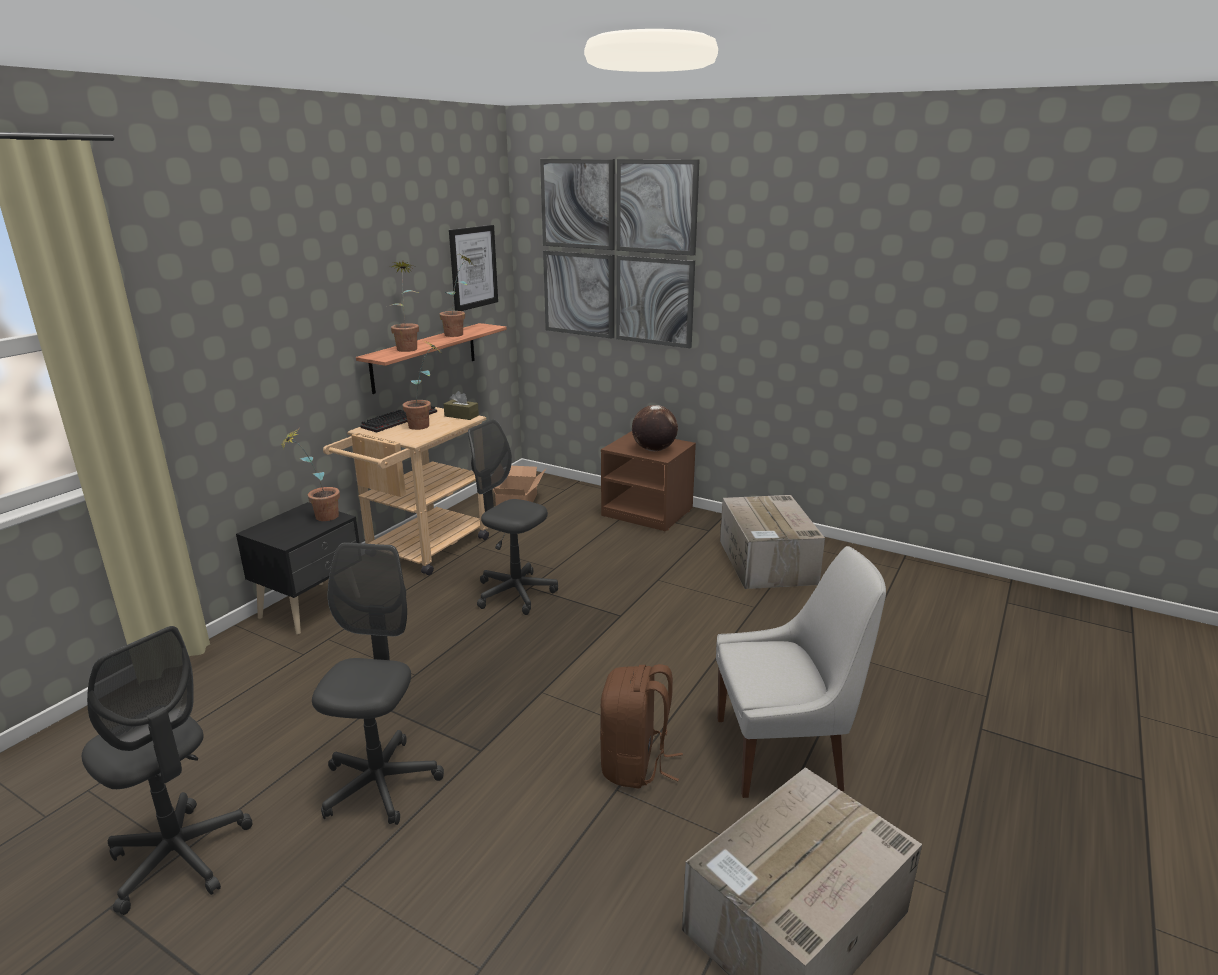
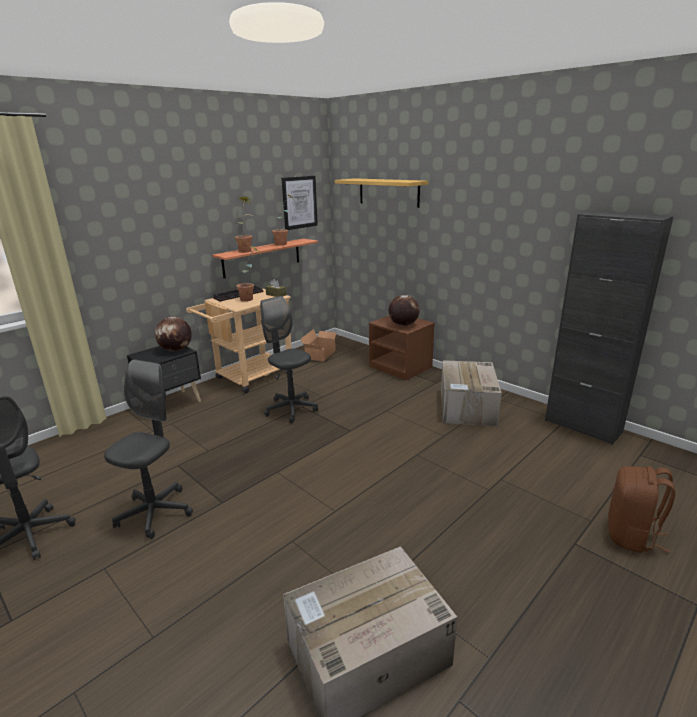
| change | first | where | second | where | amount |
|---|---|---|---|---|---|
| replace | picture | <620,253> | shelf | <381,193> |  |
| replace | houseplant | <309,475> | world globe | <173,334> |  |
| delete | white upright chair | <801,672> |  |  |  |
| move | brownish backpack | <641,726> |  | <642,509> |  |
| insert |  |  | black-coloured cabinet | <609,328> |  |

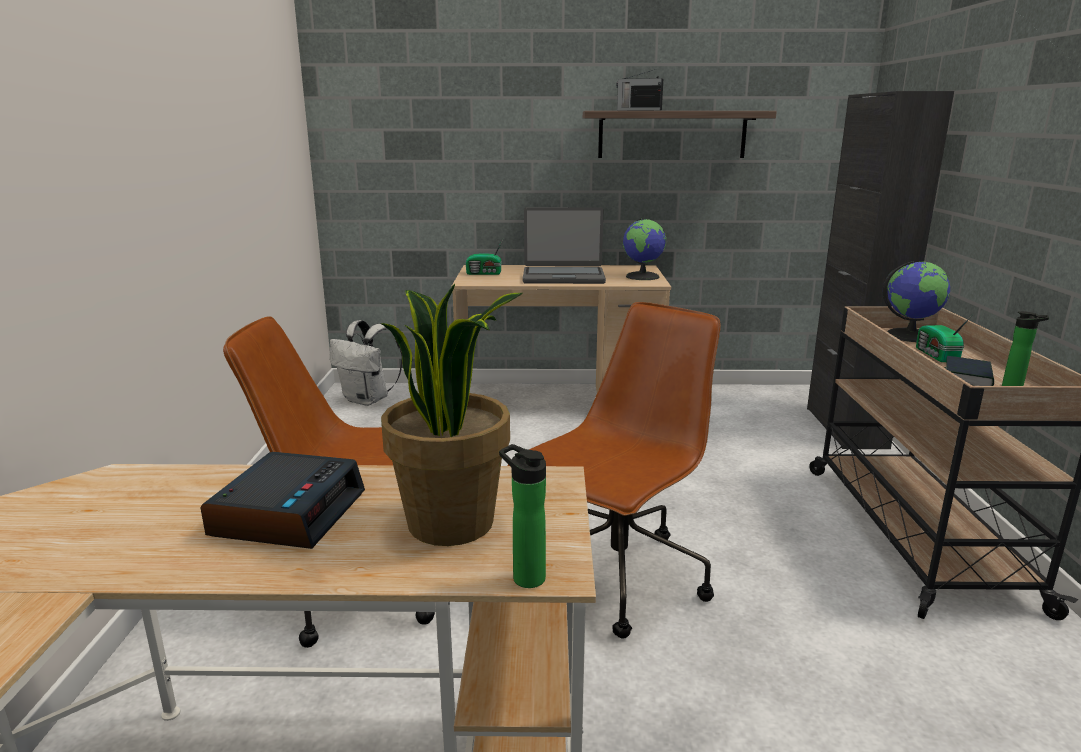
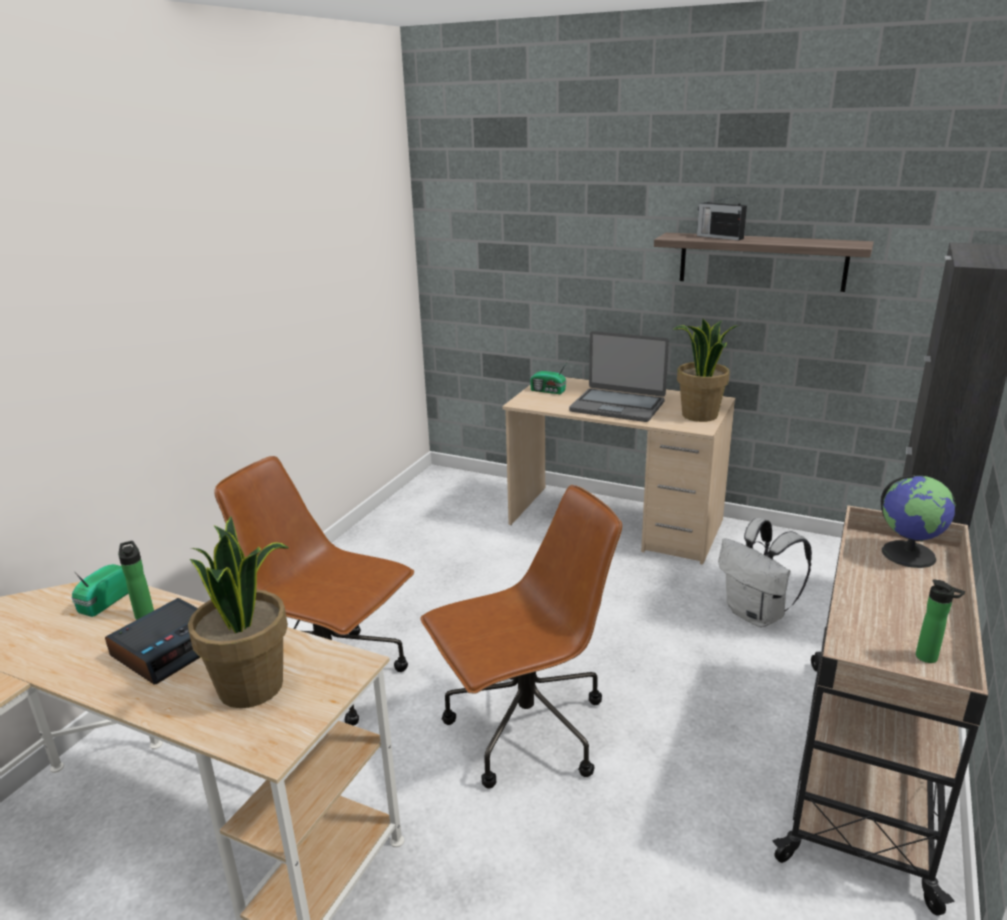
| change | first | where | second | where | amount |
|---|---|---|---|---|---|
| replace | world globe | <644,249> | houseplant | <706,370> |  |
| move | radio receiver | <944,338> |  | <99,590> |  |
| move | white backpack | <366,363> |  | <765,572> |  |
| delete | volume | <969,371> |  |  |  |
| move | drink bottle | <522,516> |  | <136,580> |  |

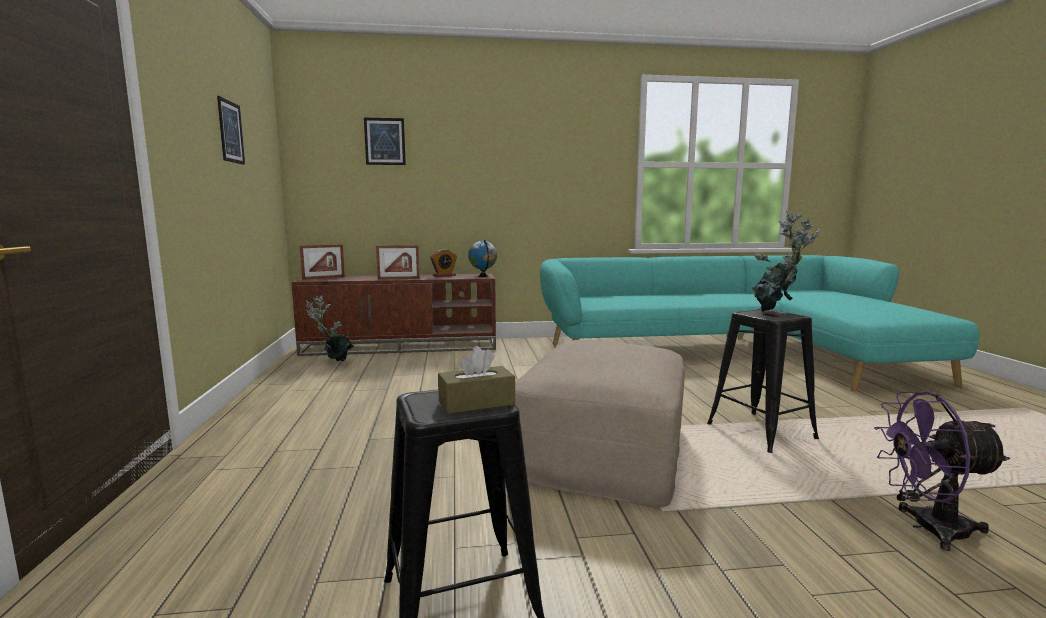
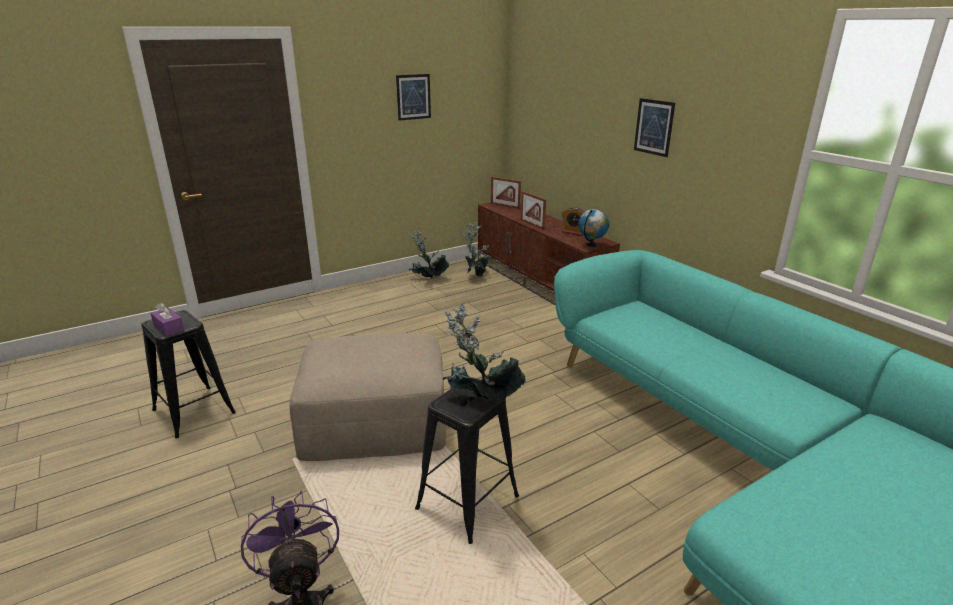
| change | first | where | second | where | amount |
|---|---|---|---|---|---|
| move | picture | <385,141> |  | <654,127> |  |
| recolor | brownish tissue holder | <476,380> | purple-coloured tissue holder | <167,319> |  |
| insert |  |  | houseplant | <429,253> |  |

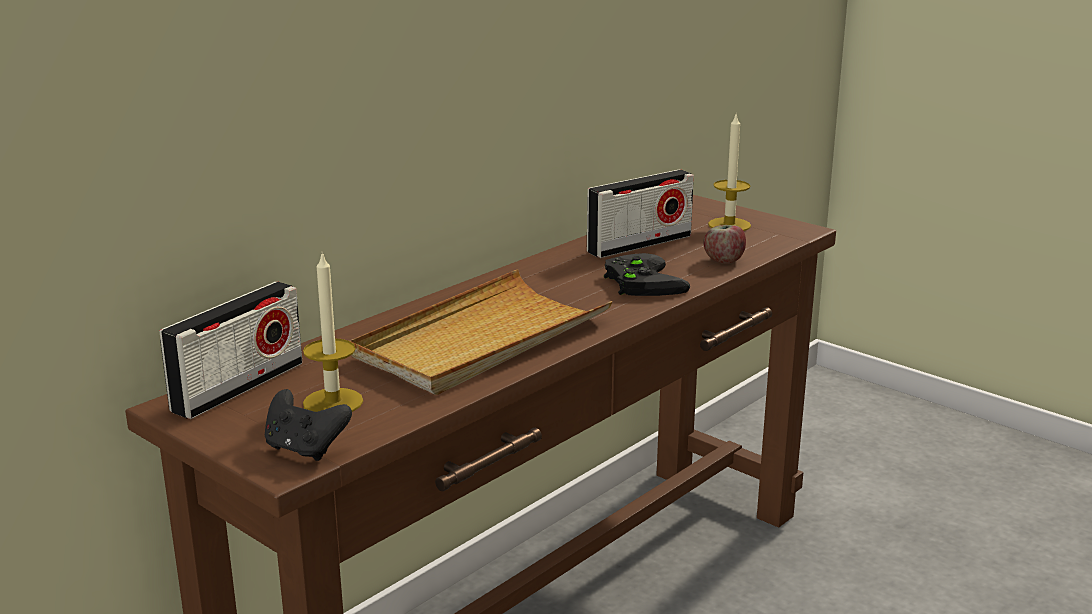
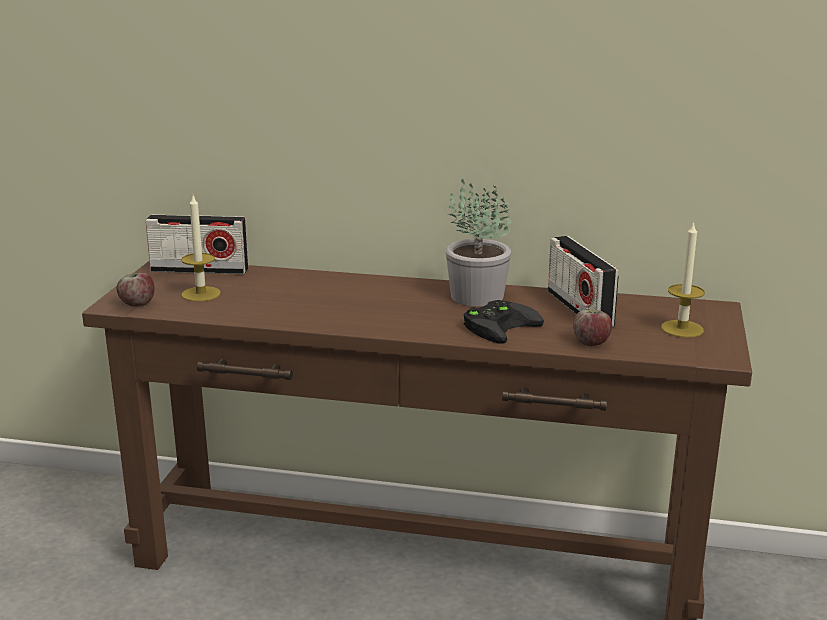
| change | first | where | second | where | amount |
|---|---|---|---|---|---|
| rotate | radio receiver | <640,213> |  | <583,281> | 45 degrees clockwise |
| delete | beige-coloured serving tray | <481,332> |  |  |  |
| replace | black-coloured gamepad | <308,425> | apple | <135,290> |  |
| insert |  |  | houseplant | <478,243> |  |

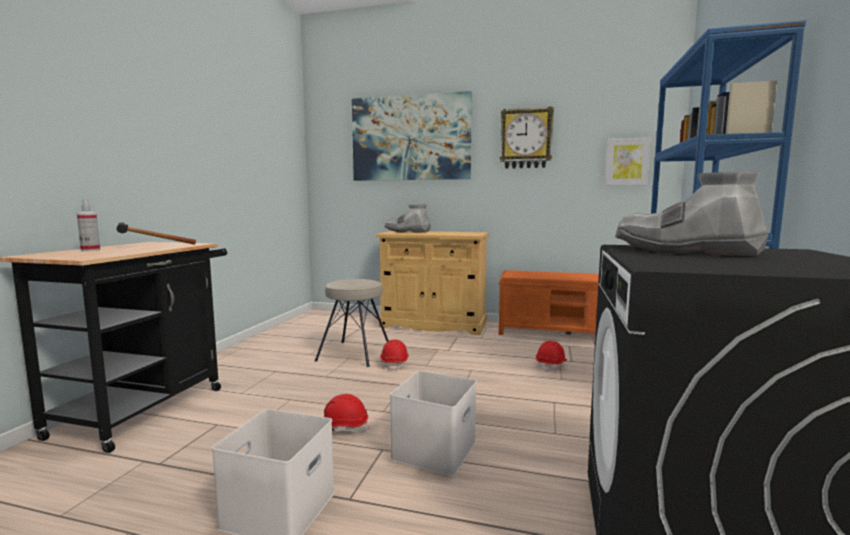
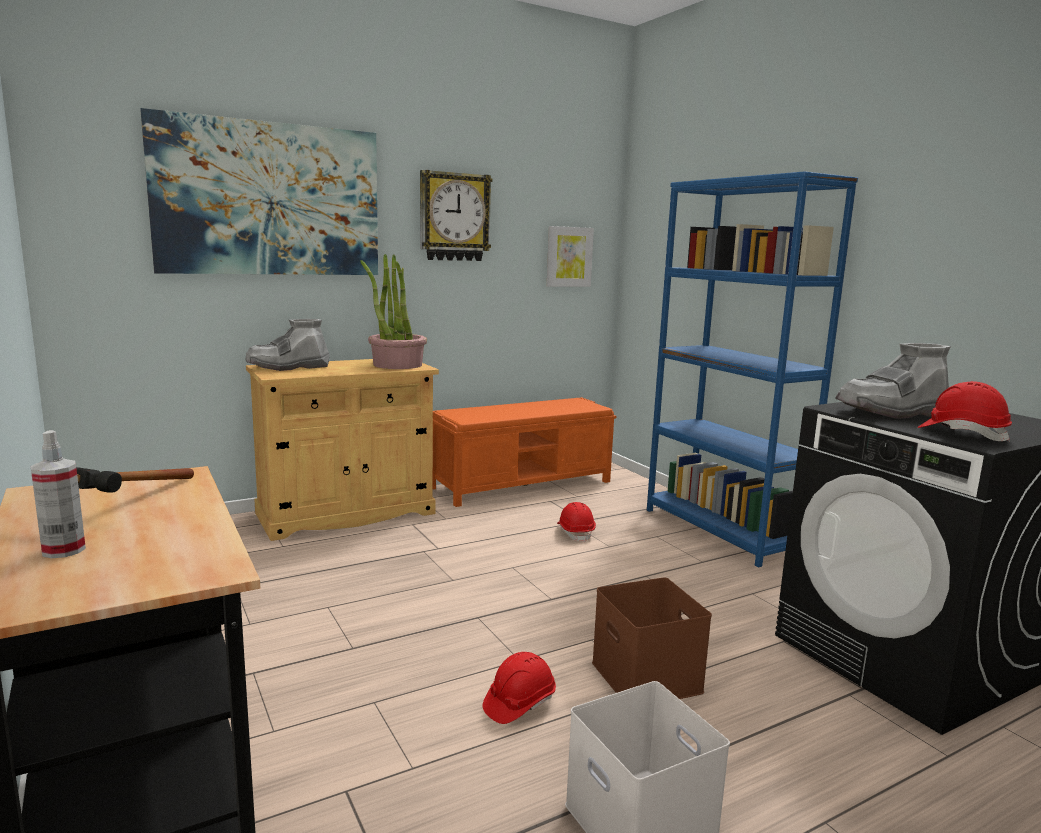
| change | first | where | second | where | amount |
|---|---|---|---|---|---|
| delete | beige-coloured stool seat | <352,323> |  |  |  |
| move | red hard hat | <394,355> |  | <965,411> |  |
| recolor | white storage bin | <433,424> | brownish storage bin | <652,638> |  |
| insert |  |  | houseplant | <393,311> |  |

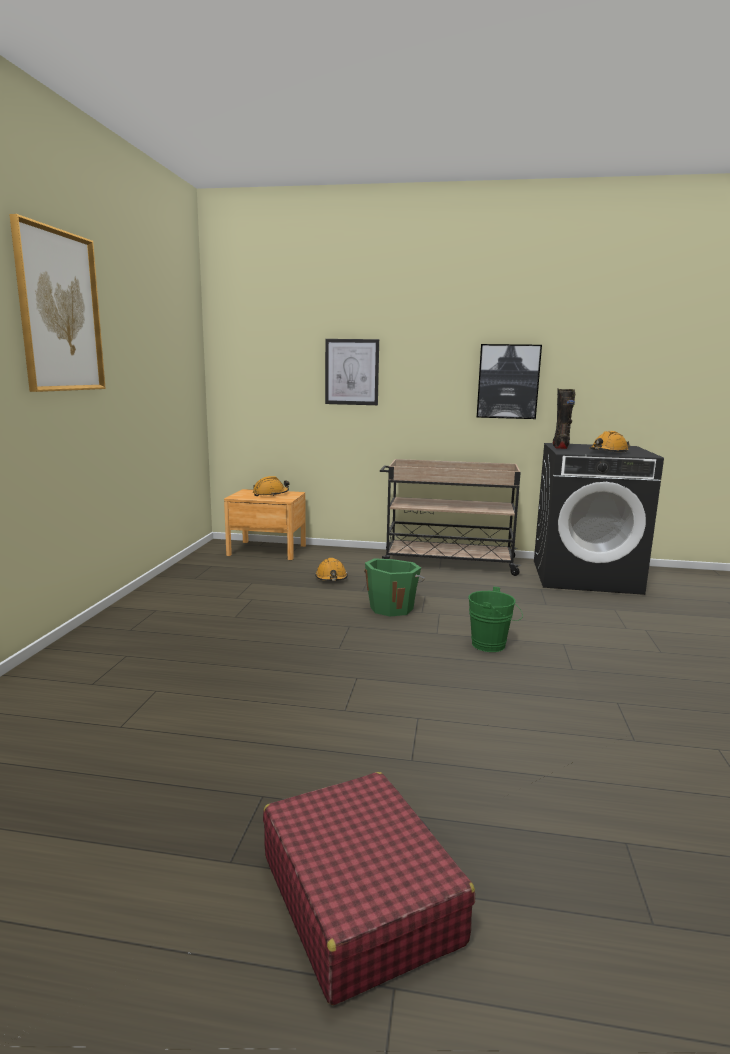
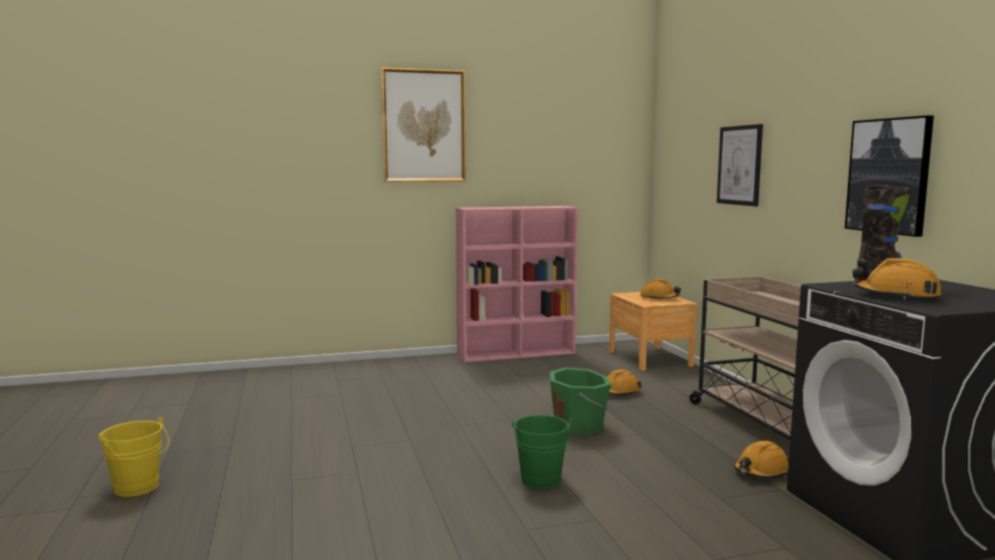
| change | first | where | second | where | amount |
|---|---|---|---|---|---|
| replace | red travel case | <369,888> | yellow-coloured bucket | <133,457> |  |
| insert |  |  | pink bookcase | <517,284> |  |
| insert |  |  | orangey hard hat | <761,459> |  |

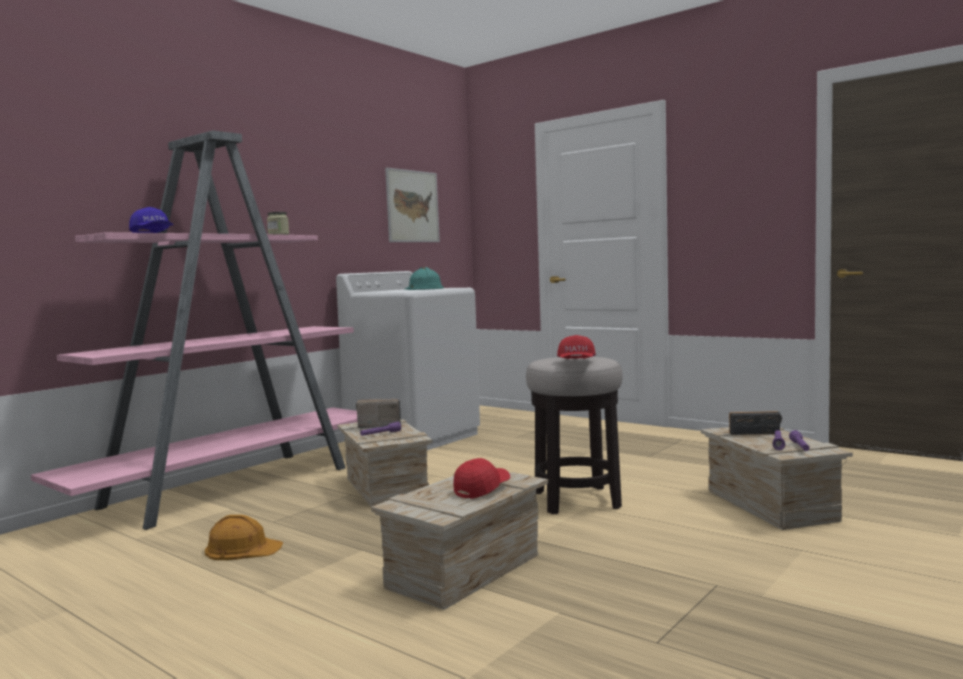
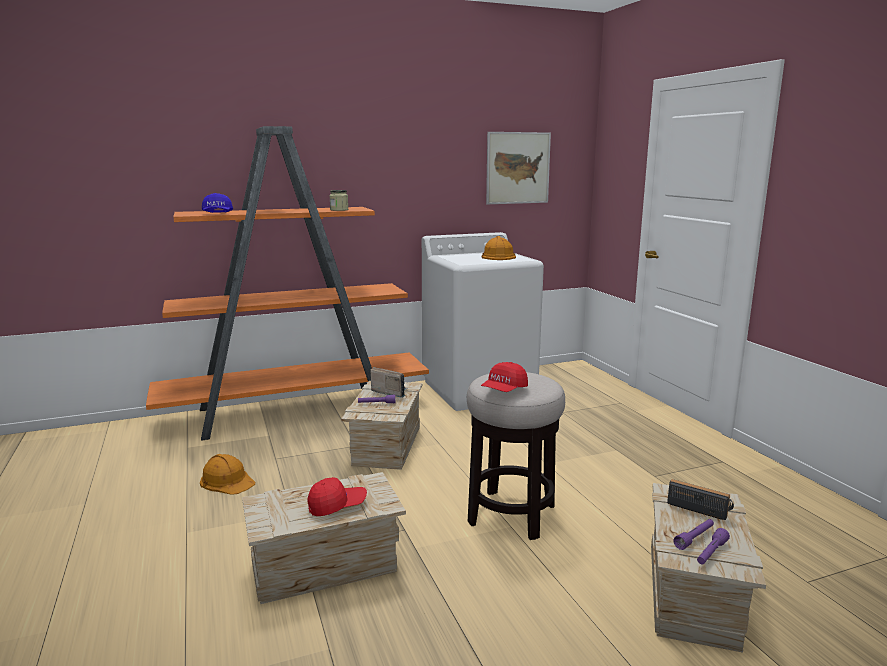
| change | first | where | second | where | amount |
|---|---|---|---|---|---|
| recolor | pink bookcase | <194,330> | orangey bookcase | <287,283> |  |
| recolor | turquoise hard hat | <424,278> | orangey hard hat | <499,248> |  |

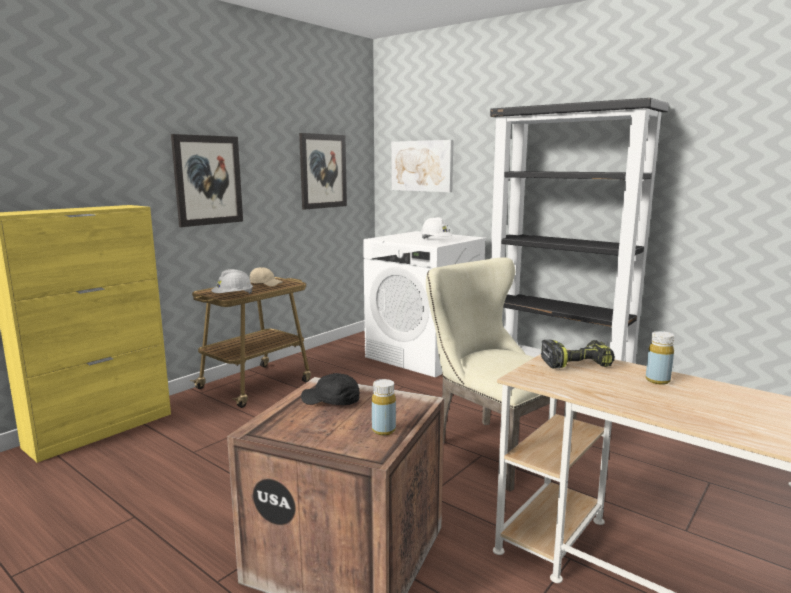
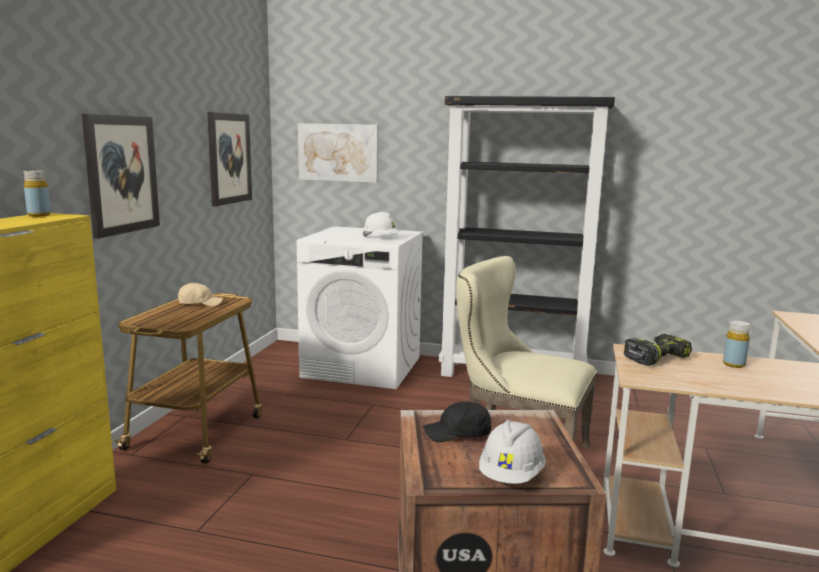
| change | first | where | second | where | amount |
|---|---|---|---|---|---|
| move | white hard hat | <232,281> |  | <512,452> |  |
| move | yellow-coloured drink bottle | <384,407> |  | <37,194> |  |

